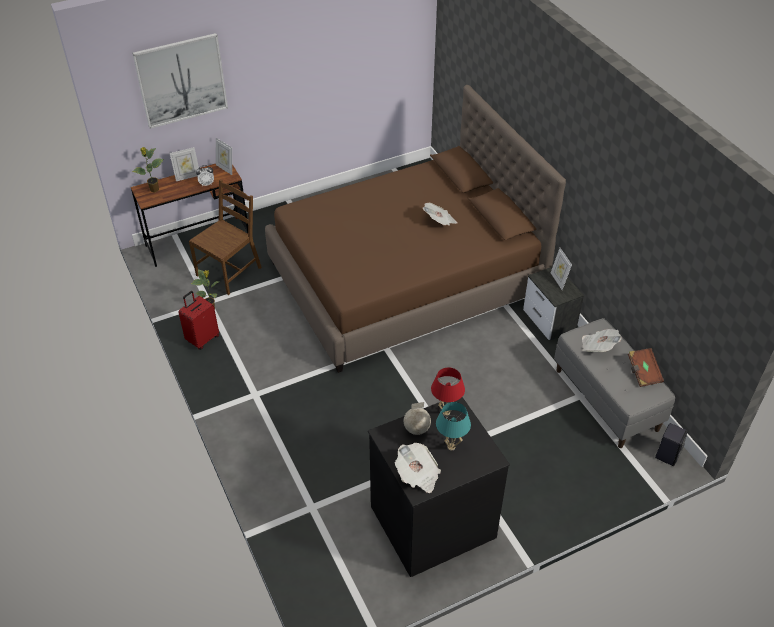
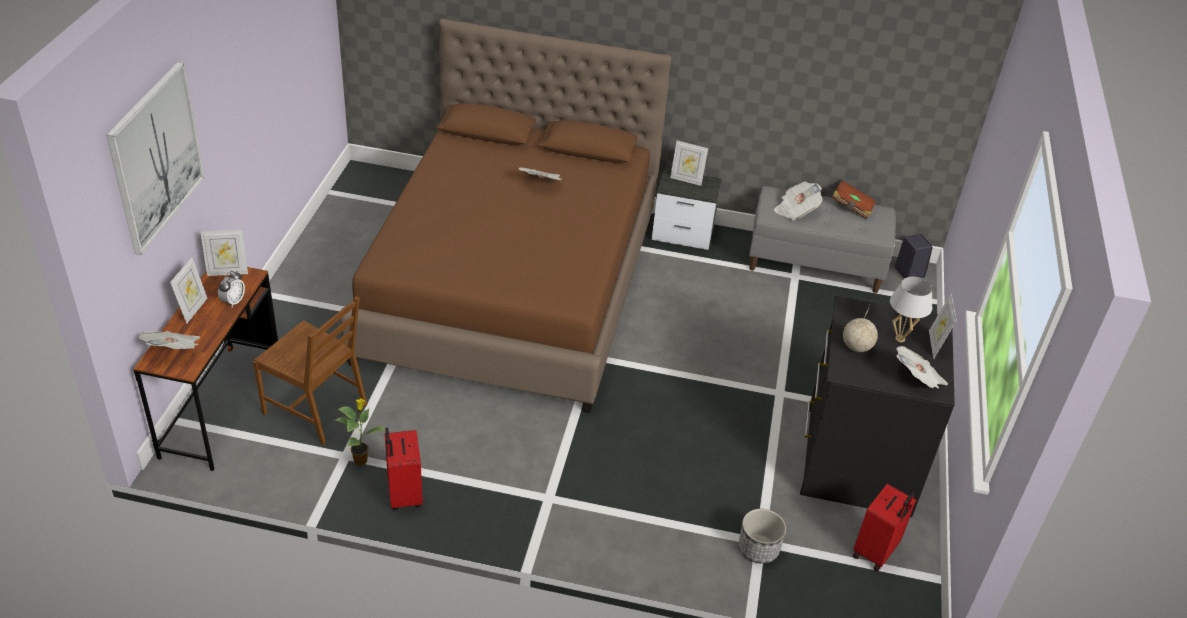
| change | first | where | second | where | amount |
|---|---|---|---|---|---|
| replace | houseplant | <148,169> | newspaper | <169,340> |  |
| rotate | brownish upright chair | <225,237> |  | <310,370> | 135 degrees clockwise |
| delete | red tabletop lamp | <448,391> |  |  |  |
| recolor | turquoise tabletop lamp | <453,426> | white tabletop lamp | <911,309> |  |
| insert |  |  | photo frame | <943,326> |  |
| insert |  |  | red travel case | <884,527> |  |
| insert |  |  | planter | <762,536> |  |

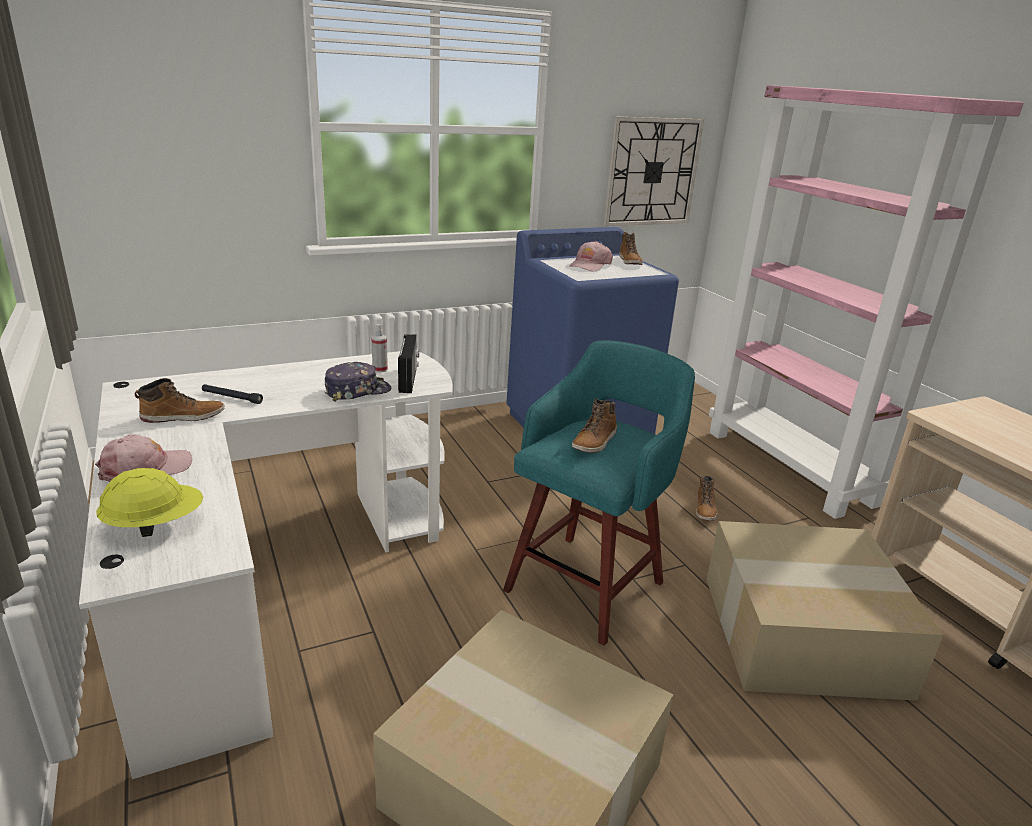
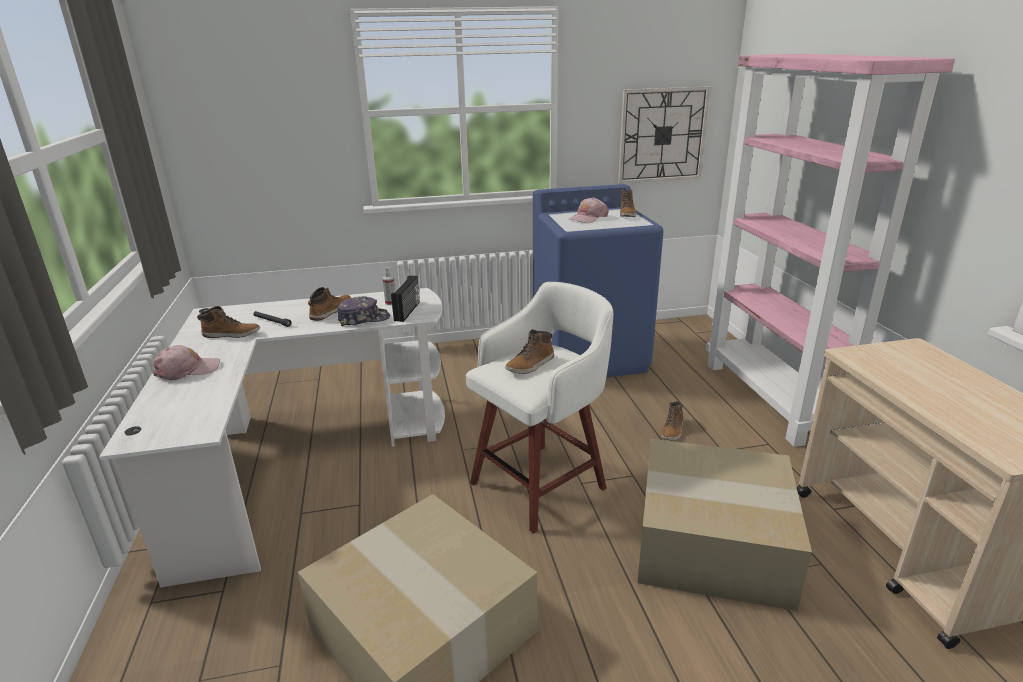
| change | first | where | second | where | amount |
|---|---|---|---|---|---|
| recolor | turquoise stool seat | <599,492> | white stool seat | <539,408> |  |
| delete | yellow-coloured hard hat | <149,502> |  |  |  |
| insert |  |  | boot | <329,304> |  |

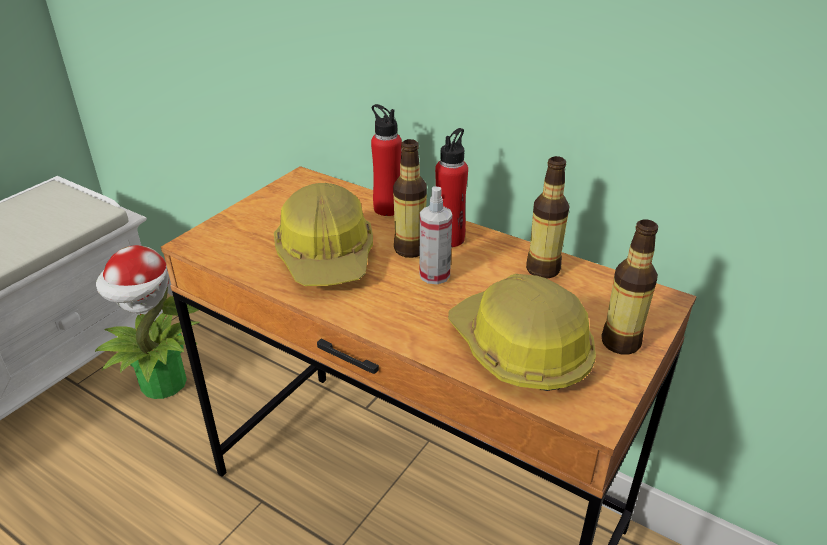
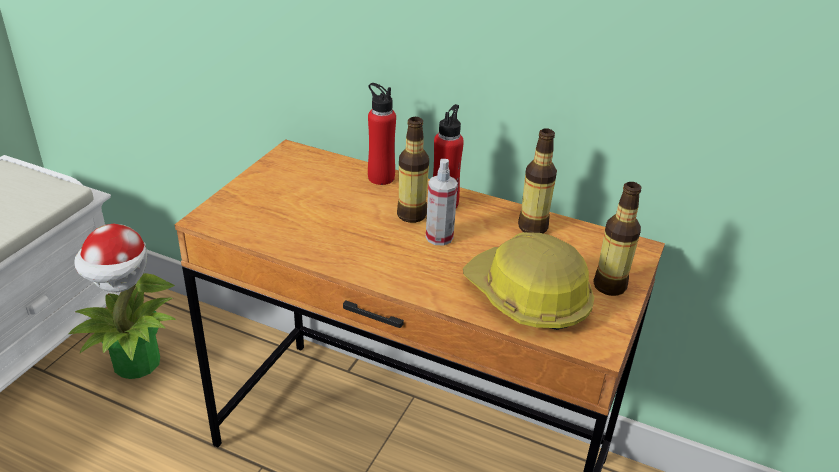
| change | first | where | second | where | amount |
|---|---|---|---|---|---|
| delete | hard hat | <323,234> |  |  |  |

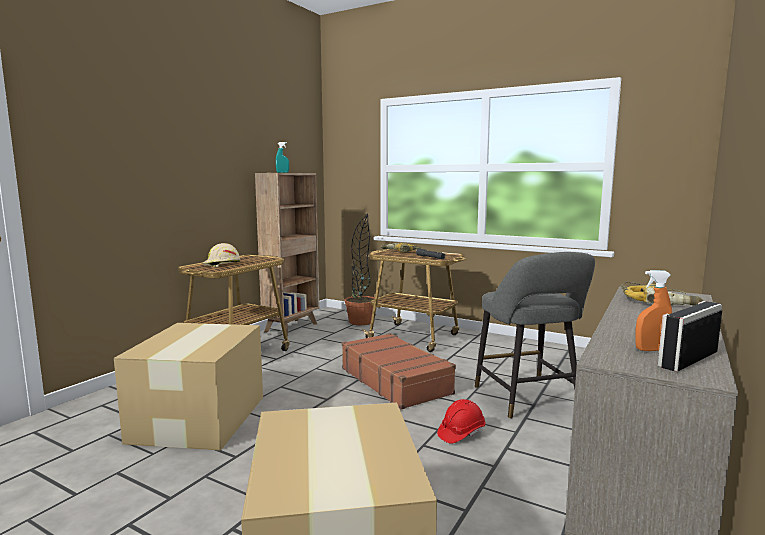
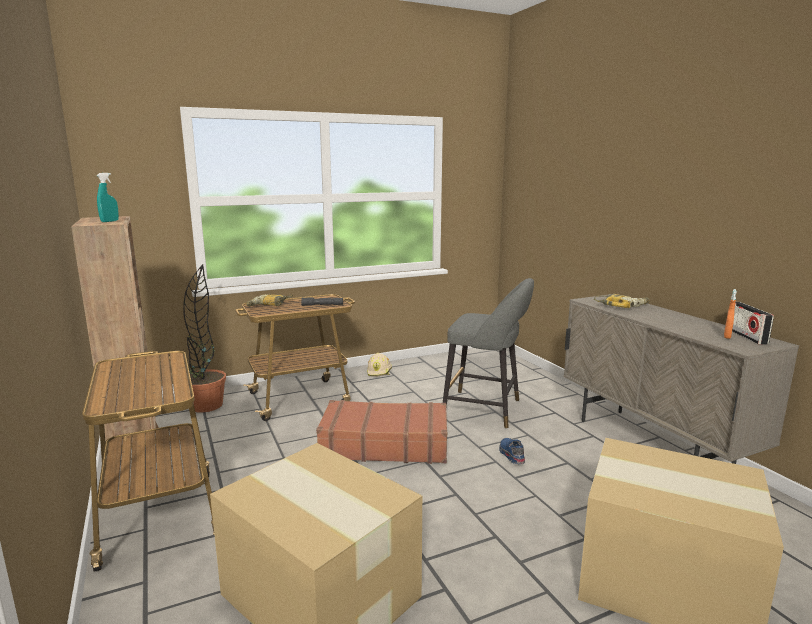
| change | first | where | second | where | amount |
|---|---|---|---|---|---|
| move | beige-coloured hard hat | <221,255> |  | <379,365> |  |
| replace | red hard hat | <461,421> | bluish item of footwear | <512,451> |  |

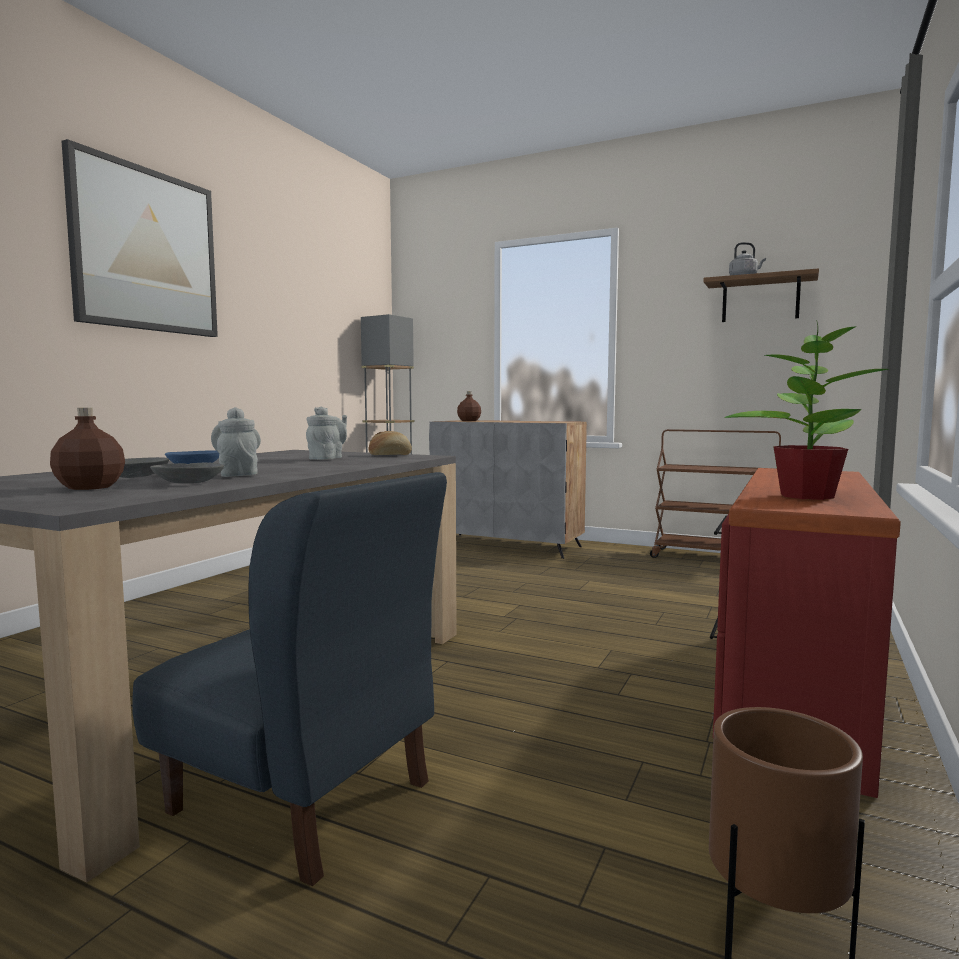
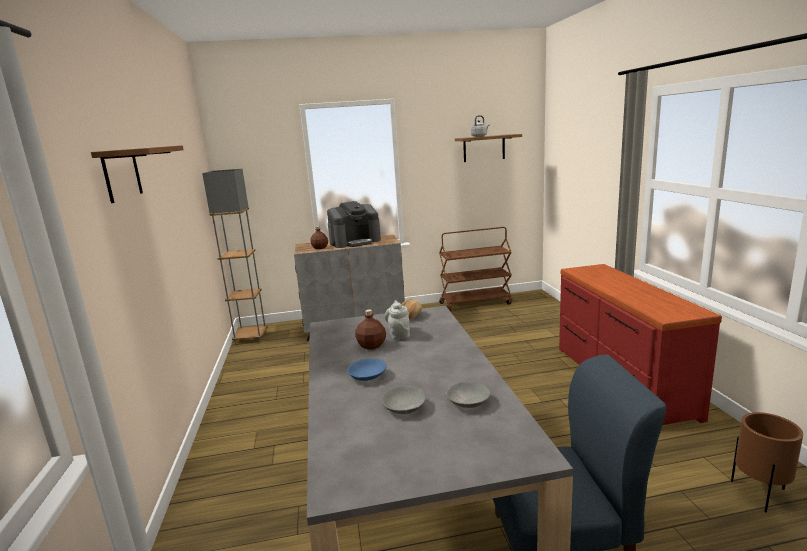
| change | first | where | second | where | amount |
|---|---|---|---|---|---|
| replace | picture | <139,238> | shelf | <137,174> |  |
| delete | houseplant | <806,411> |  |  |  |
| delete | greyish tea pot | <236,442> |  |  |  |
| move | brownish drink bottle | <87,449> |  | <370,329> |  |
| insert |  |  | coffee machine | <354,224> |  |

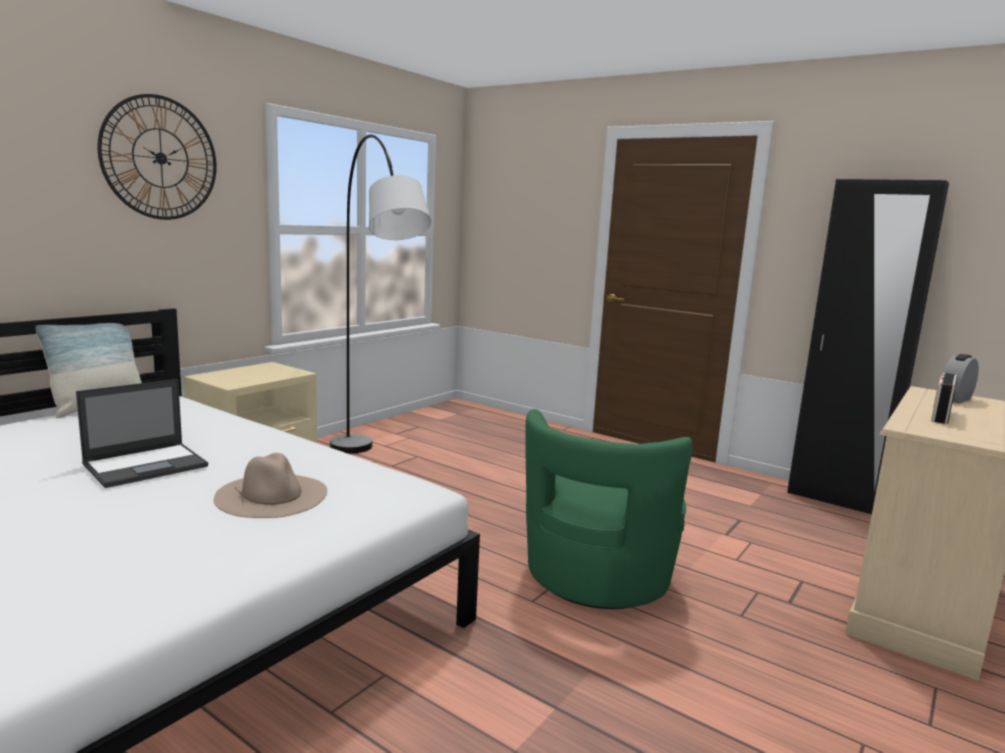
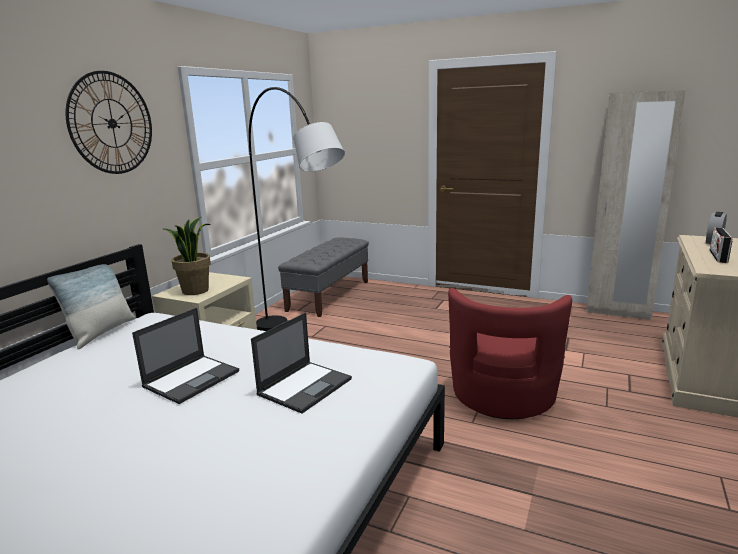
| change | first | where | second | where | amount |
|---|---|---|---|---|---|
| recolor | black-coloured wardrobe | <868,346> | beige-coloured wardrobe | <636,205> |  |
| recolor | green lounge chair | <609,509> | red lounge chair | <510,353> |  |
| replace | beige-coloured wearable hat | <270,485> | portable computer | <301,363> |  |
| insert |  |  | houseplant | <186,256> |  |
| insert |  |  | greyish bench | <323,277> |  |

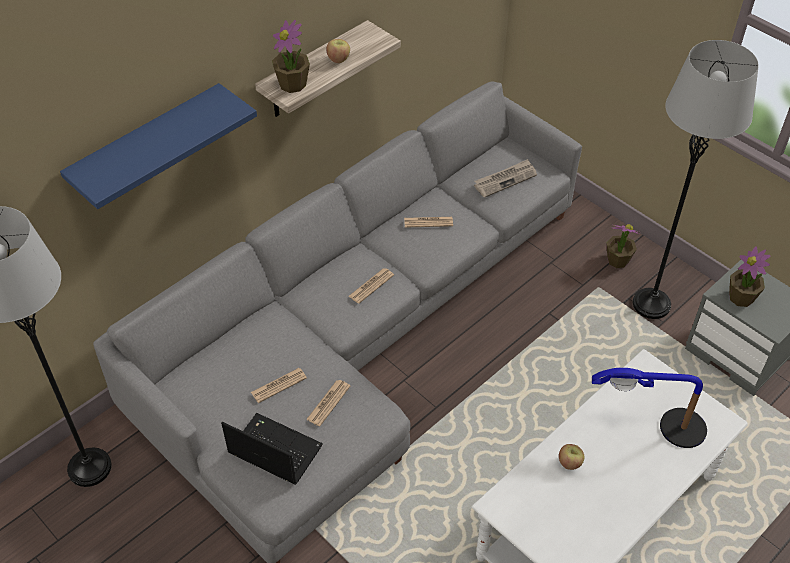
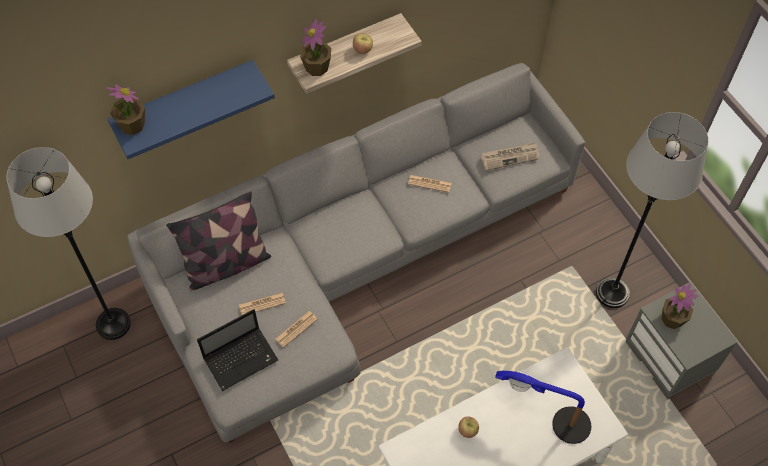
| change | first | where | second | where | amount |
|---|---|---|---|---|---|
| move | houseplant | <623,246> |  | <125,109> |  |
| delete | newspaper | <371,286> |  |  |  |
| rotate | portable computer | <272,449> |  | <237,350> | 105 degrees clockwise |
| insert |  |  | throw pillow | <218,241> |  |

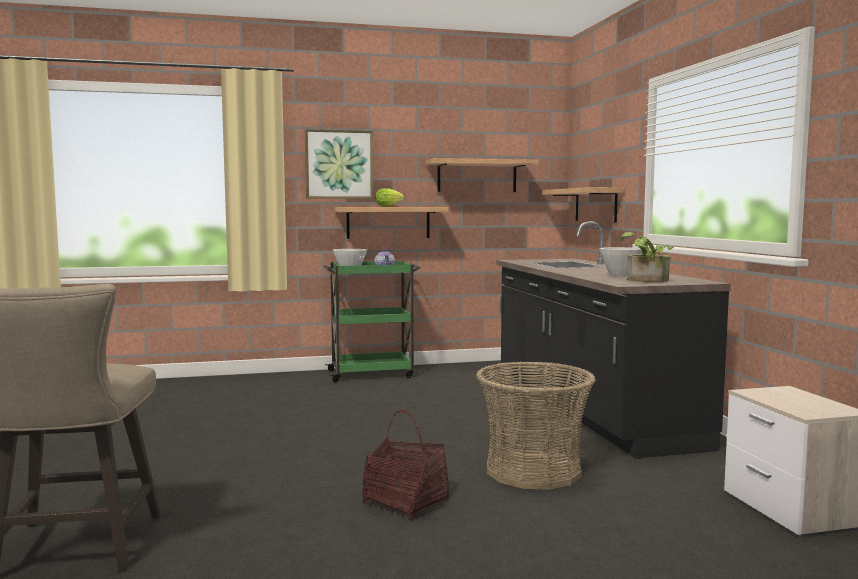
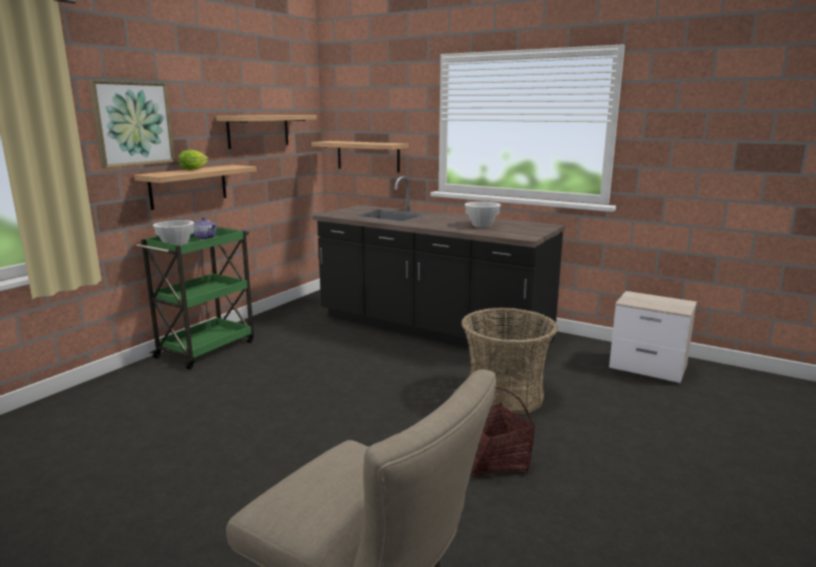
| change | first | where | second | where | amount |
|---|---|---|---|---|---|
| delete | houseplant | <647,257> |  |  |  |

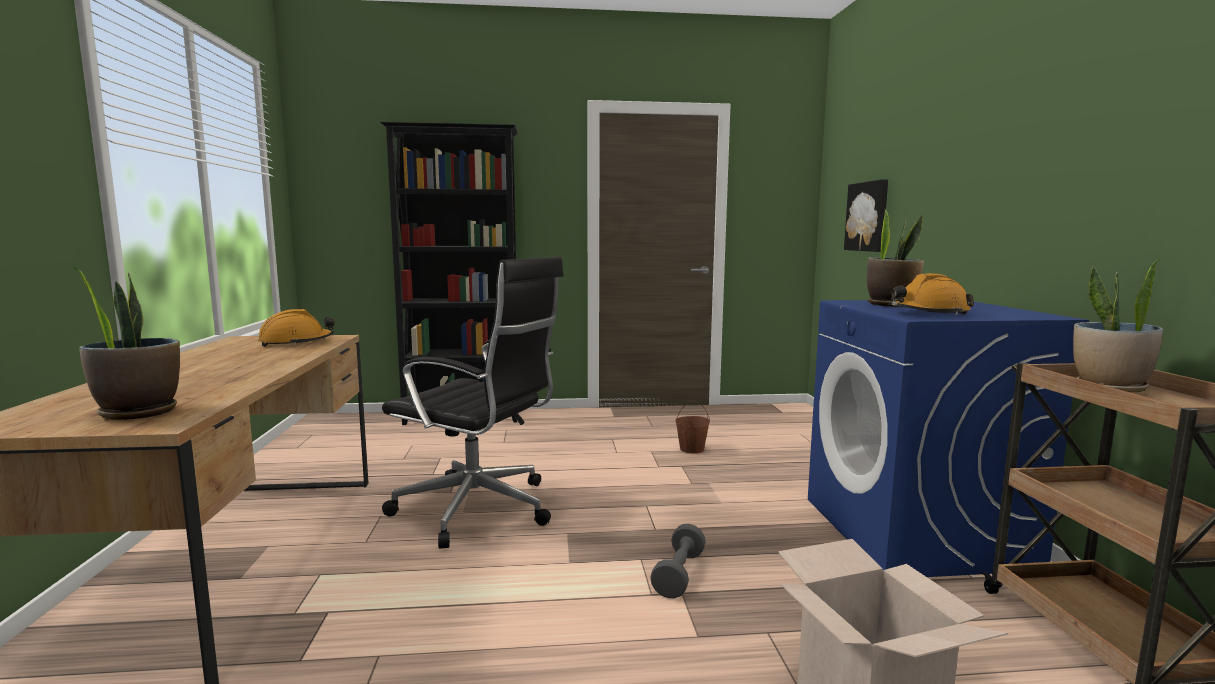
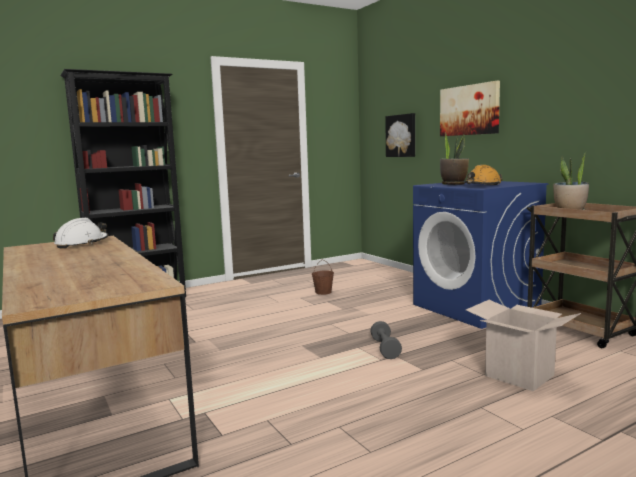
| change | first | where | second | where | amount |
|---|---|---|---|---|---|
| delete | black-coloured computer chair | <473,402> |  |  |  |
| delete | houseplant | <126,343> |  |  |  |
| recolor | orangey hard hat | <296,328> | white hard hat | <80,233> |  |
| insert |  |  | picture | <470,108> |  |

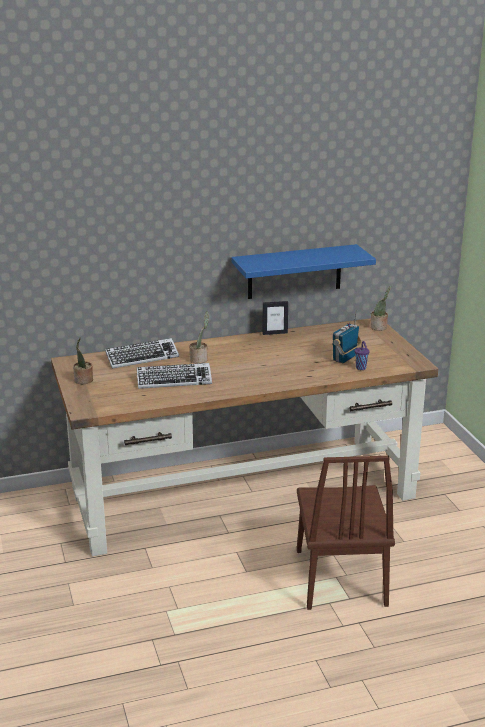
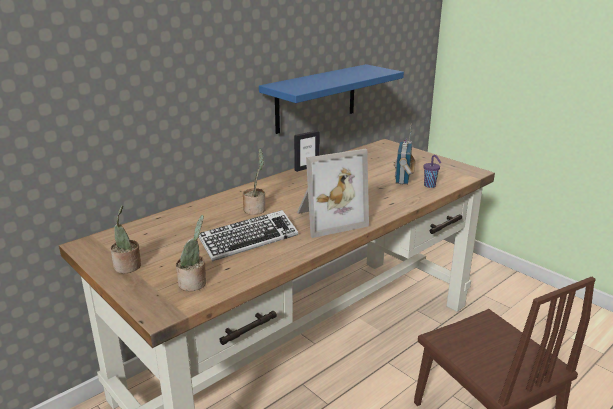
| change | first | where | second | where | amount |
|---|---|---|---|---|---|
| move | houseplant | <380,308> |  | <191,253> |  |
| delete | computer keyboard | <142,353> |  |  |  |
| insert |  |  | photo frame | <333,193> |  |

